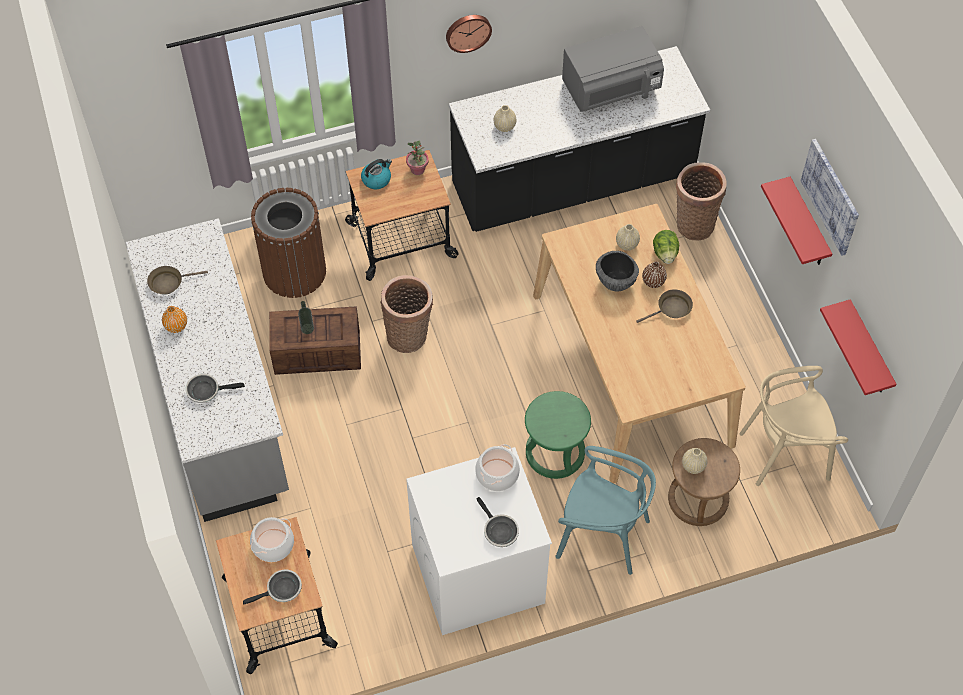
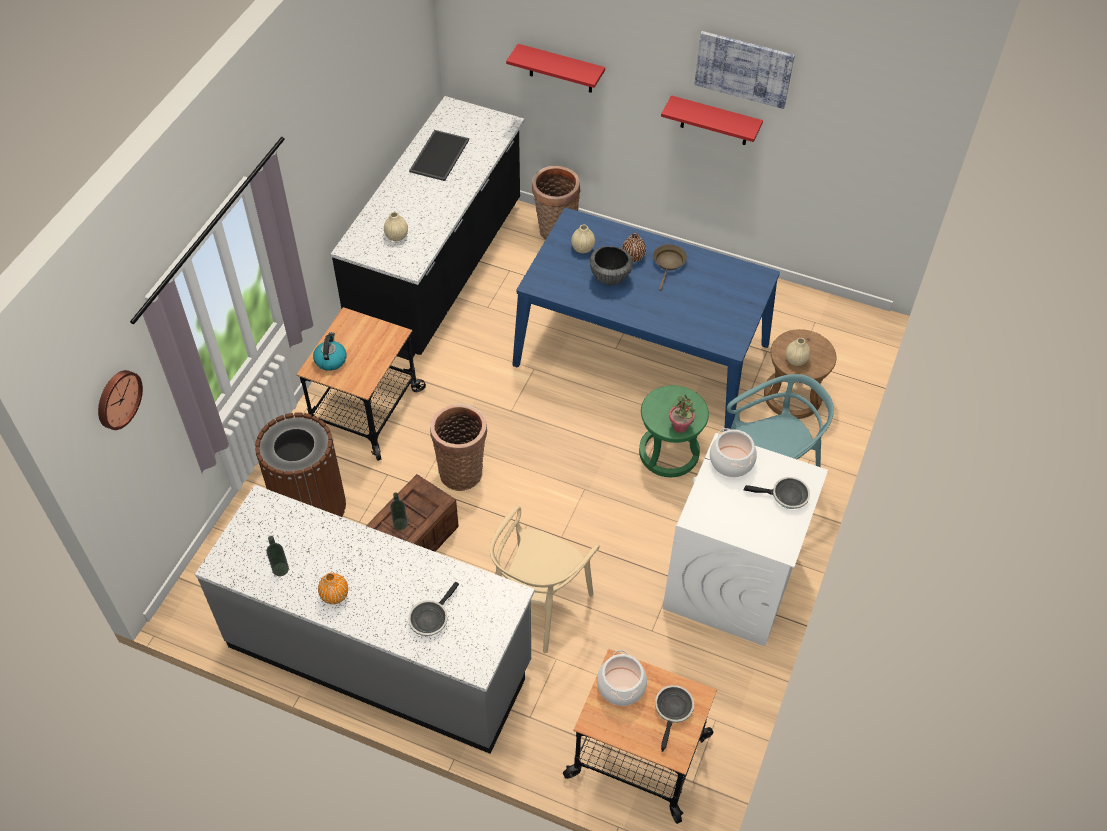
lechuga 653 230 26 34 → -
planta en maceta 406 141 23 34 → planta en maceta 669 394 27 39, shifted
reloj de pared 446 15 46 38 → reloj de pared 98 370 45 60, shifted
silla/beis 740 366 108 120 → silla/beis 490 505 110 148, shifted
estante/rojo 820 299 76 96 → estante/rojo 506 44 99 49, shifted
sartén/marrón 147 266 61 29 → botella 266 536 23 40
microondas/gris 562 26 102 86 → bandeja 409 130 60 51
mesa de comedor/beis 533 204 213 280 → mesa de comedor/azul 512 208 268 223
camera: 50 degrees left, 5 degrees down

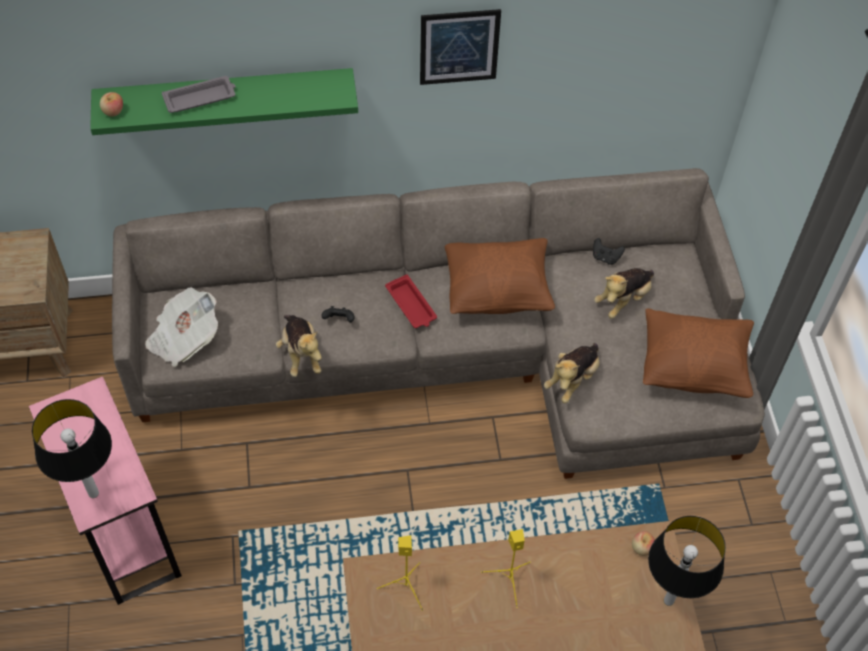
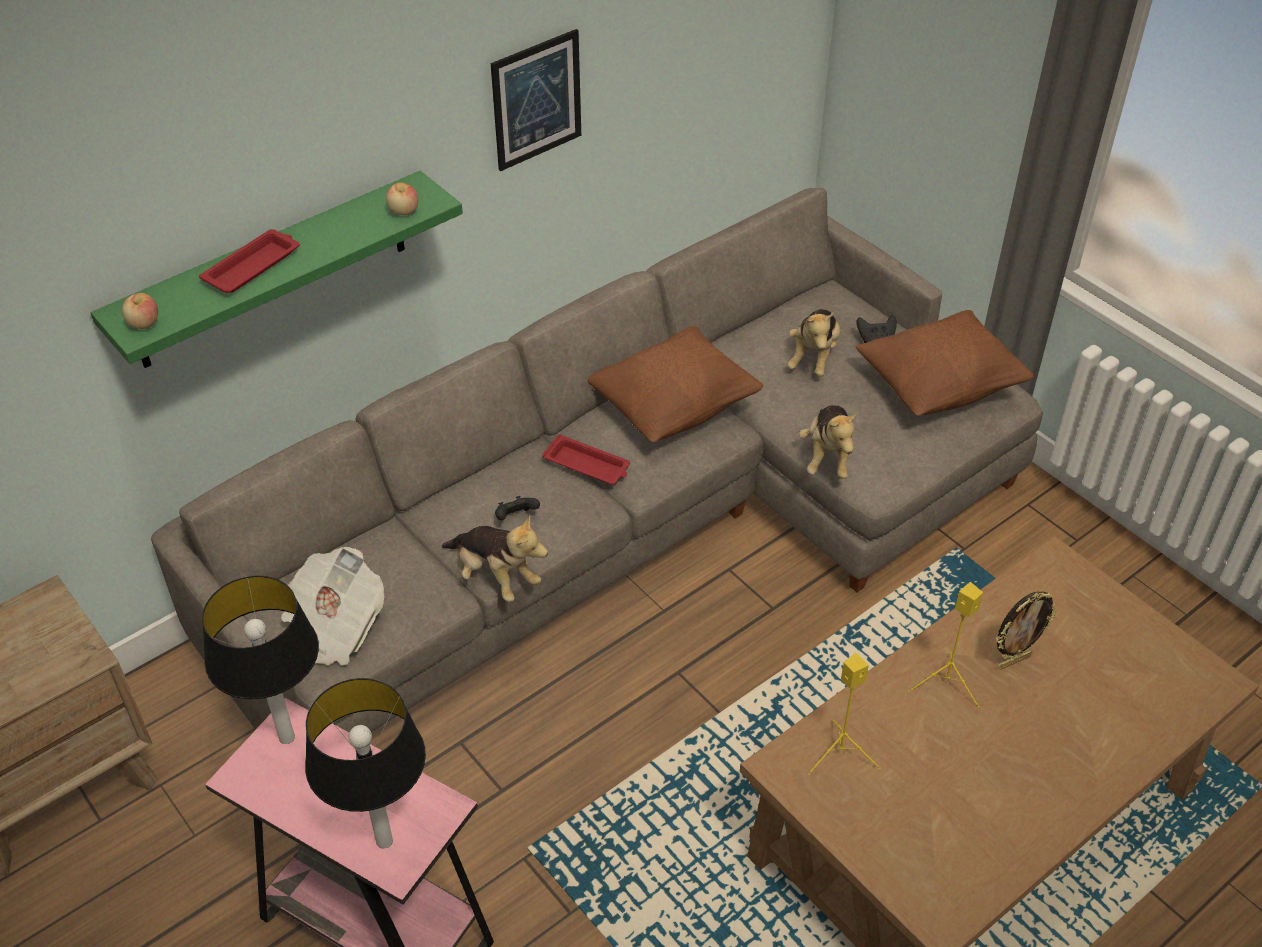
- → portarretratos 996 591 61 79
mando de consola/negro 593 238 32 27 → mando de consola/negro 856 315 41 28, shifted
manzana 632 531 23 25 → manzana 386 183 32 32, shifted
lámpara de mesa 648 516 78 90 → lámpara de mesa 202 576 117 168, shifted
bandeja/gris 162 76 74 37 → bandeja/rojo 199 229 101 64
camera: 30 degrees left, 10 degrees down

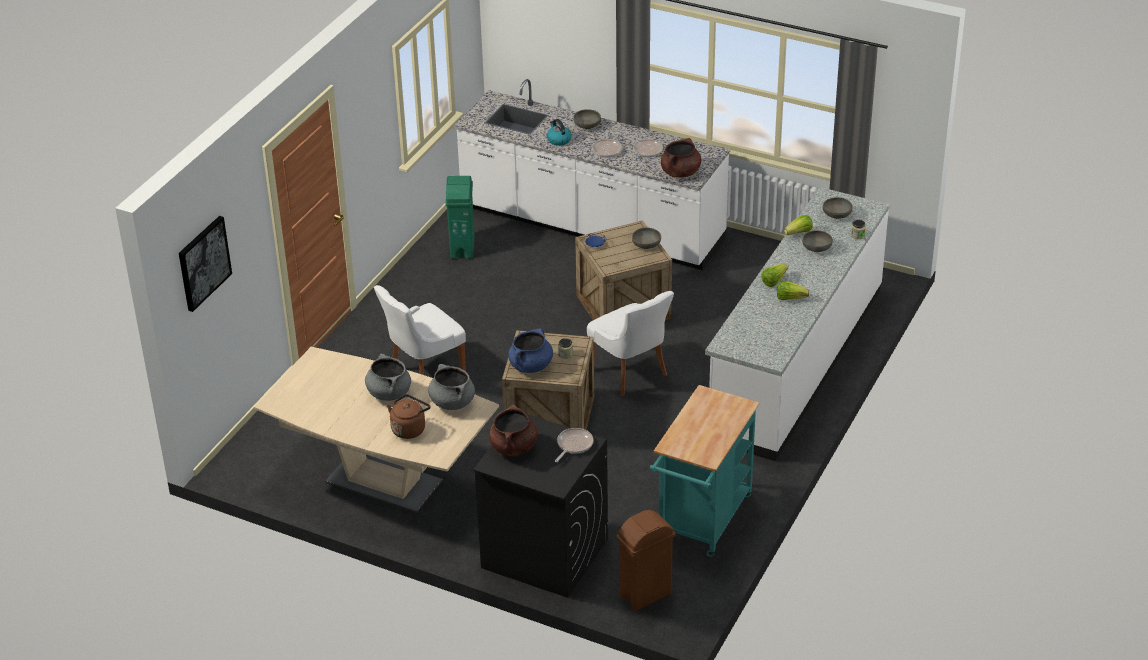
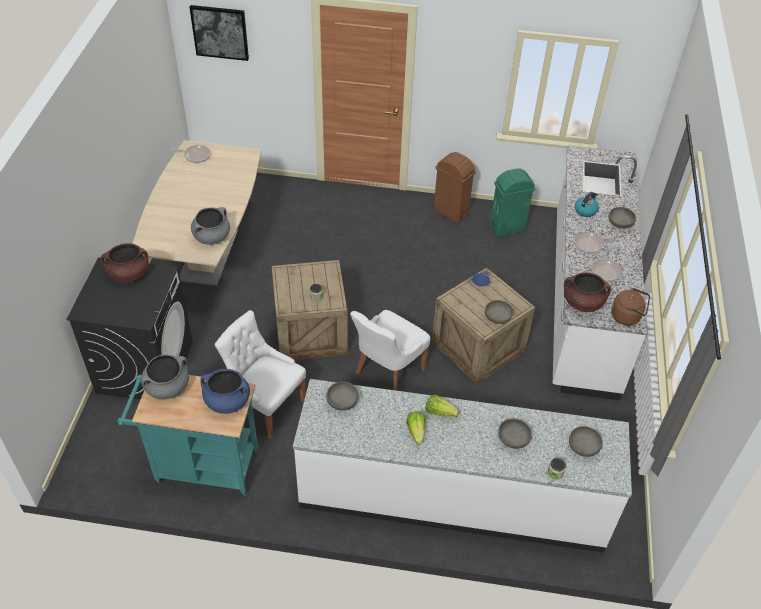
lechuga 784 215 29 20 → -
- → cuenco/gris 326 382 32 29
olla/gris 365 354 46 47 → olla/gris 141 354 48 46, shifted
silla/blanco 374 285 92 90 → silla/blanco 215 310 91 129, shifted
hervidor/marrón 387 394 44 45 → hervidor/marrón 611 288 39 38, shifted
olla/azul 508 329 45 44 → olla/azul 200 369 50 45, shifted
sartén 555 428 39 34 → sartén 171 145 40 18, shifted
papelera/marrón 617 510 58 101 → papelera/marrón 433 152 43 72, shifted
camera: 70 degrees right, 10 degrees up

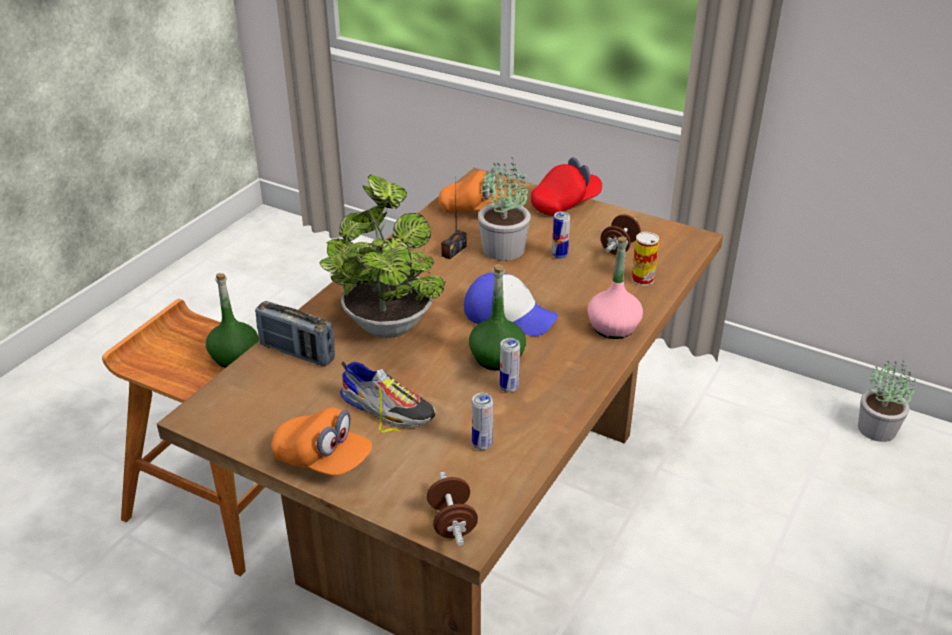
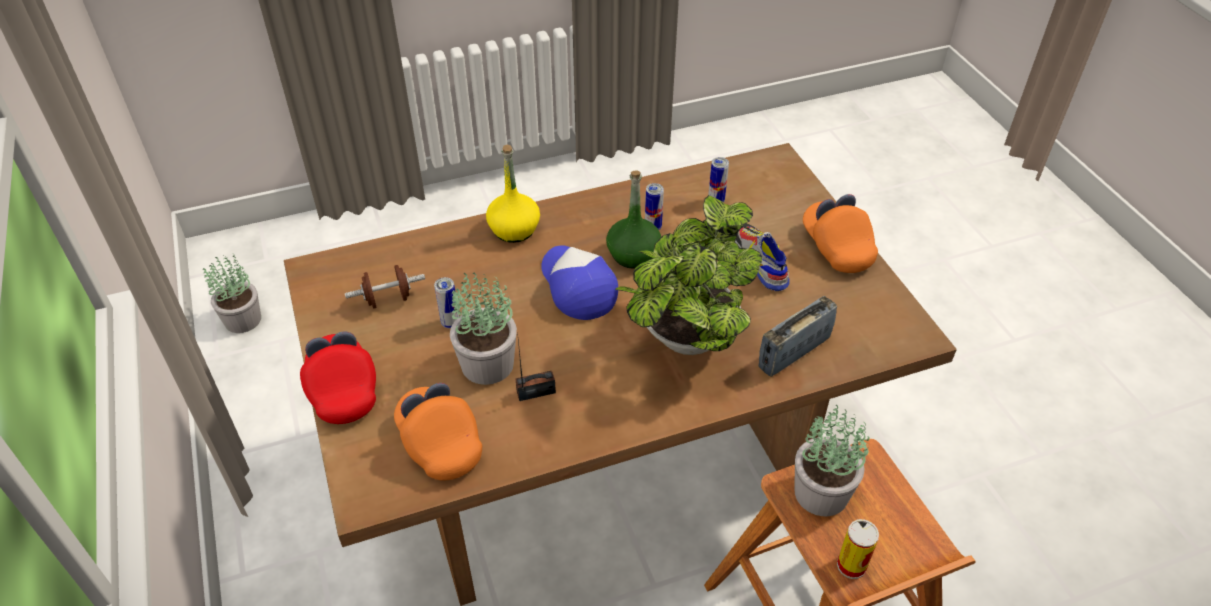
mancuerna/marrón 427 472 51 74 → -
lata 632 232 27 54 → lata 837 519 42 60, shifted
botella/verde 206 273 53 95 → planta en maceta 794 405 76 112
botella/rosa 587 236 56 103 → botella/amarillo 486 144 54 99
radio 255 301 80 65 → radio 758 296 79 81, 105 degrees counterclockwise
gorra/rojo 531 157 71 59 → gorra/rojo 300 331 76 93, 60 degrees clockwise
camera: 140 degrees left, 10 degrees up

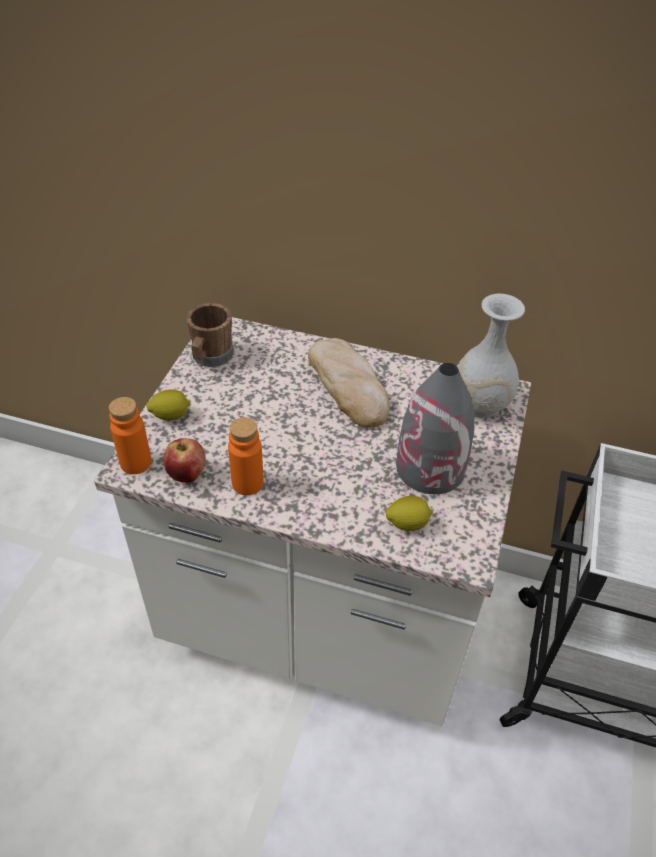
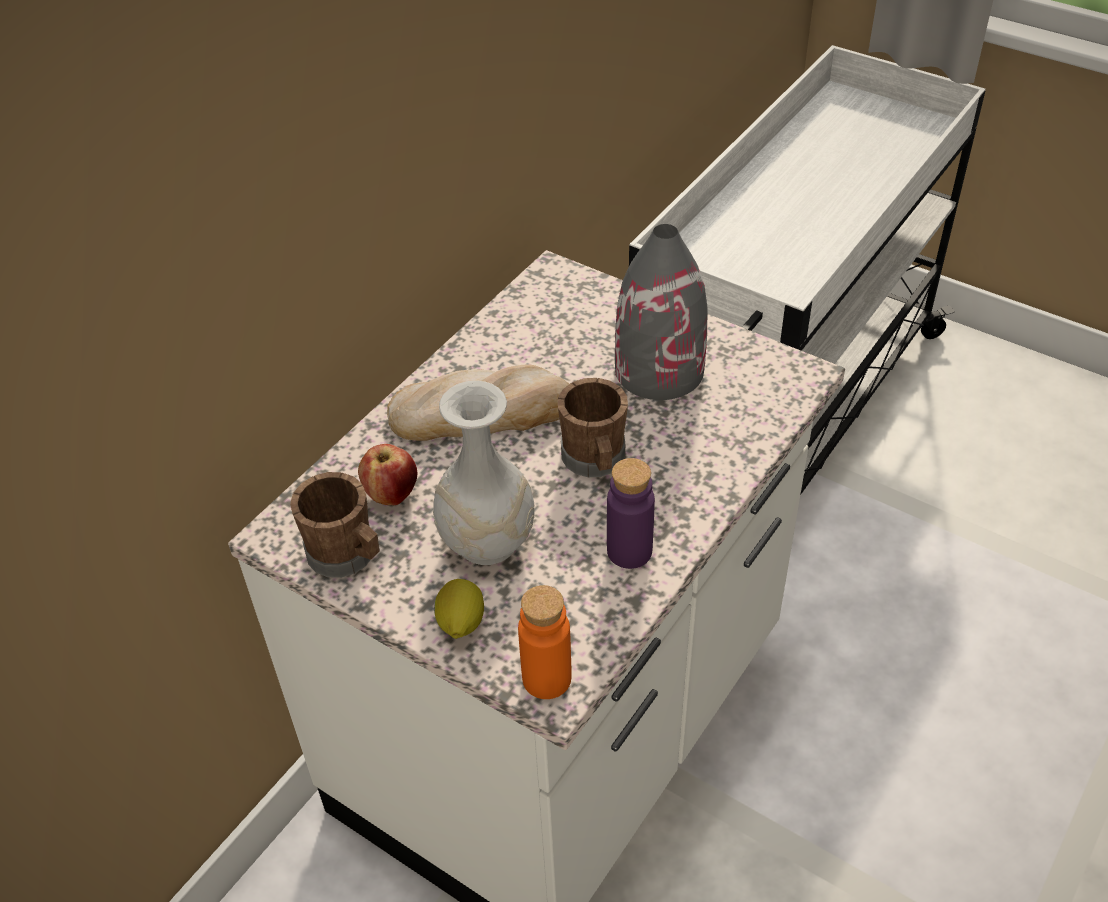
limón 385 496 48 35 → -
- → taza grande/marrón 558 378 70 99
manzana 163 438 43 45 → manzana 358 444 59 61, shifted
florero/blanco 457 294 68 124 → florero/blanco 433 381 102 184, shifted
botella/naranja 228 417 36 78 → botella/morado 607 458 48 111
camera: 70 degrees left, 0 degrees up

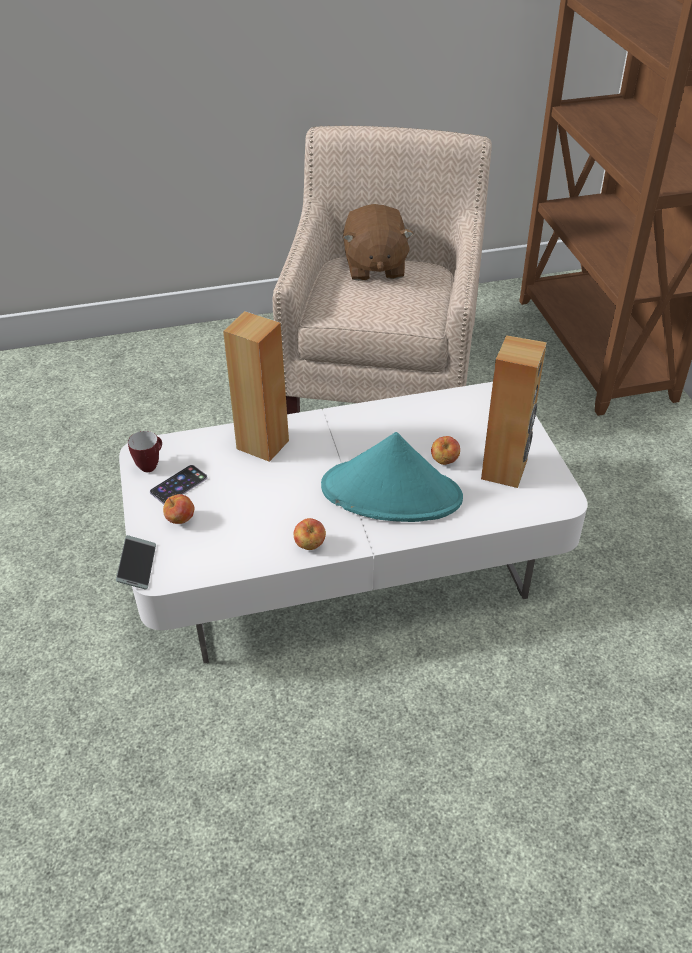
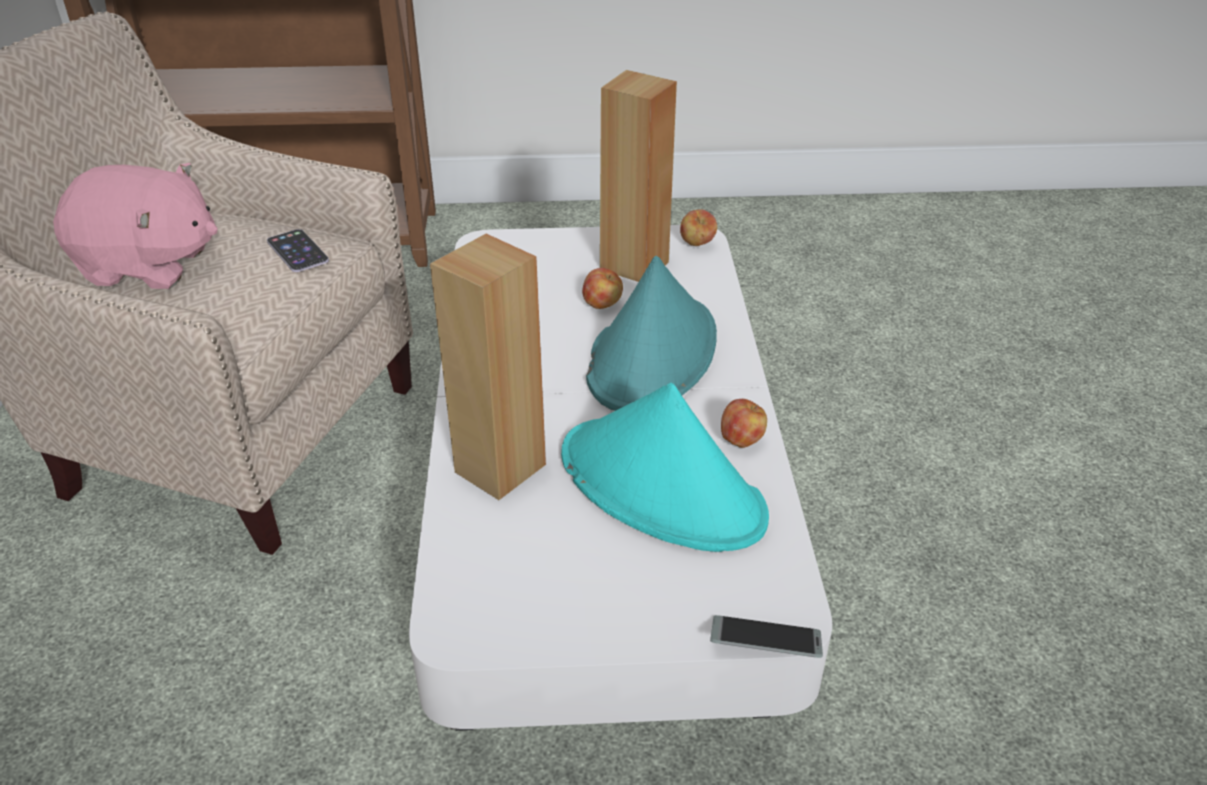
taza grande 128 431 34 41 → -
- → sombrero/turquesa 561 382 208 170
móvil 150 465 58 39 → móvil 267 229 62 43, shifted
manzana 163 494 31 30 → manzana 680 209 37 37, shifted
peluche/marrón 343 204 71 77 → peluche/rosa 53 163 165 126
camera: 80 degrees left, 5 degrees down

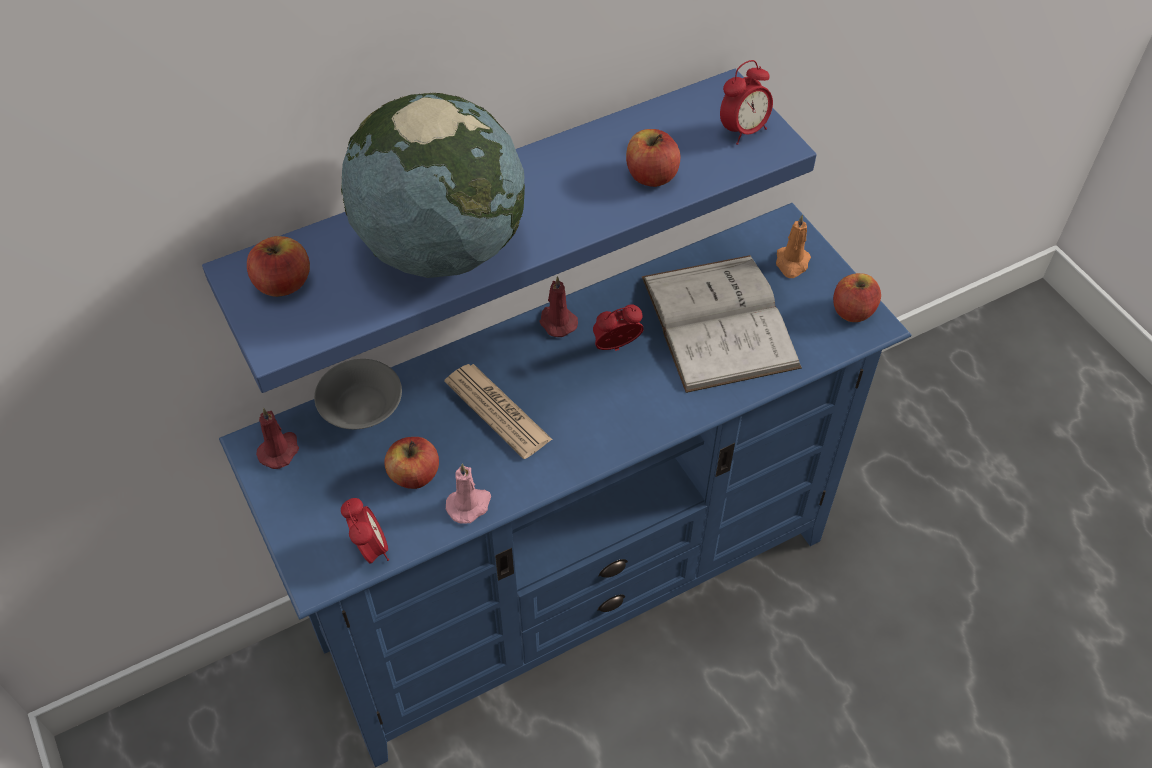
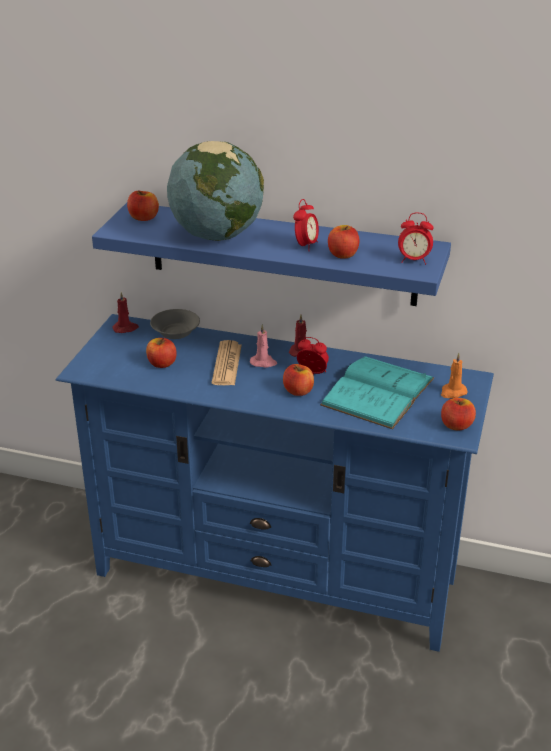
- → manzana 283 364 31 32
despertador 341 498 48 66 → despertador 293 199 26 52, shifted
vela/rosa 446 463 45 61 → vela/rosa 250 324 27 44, shifted
libro/blanco 642 255 160 138 → libro/turquesa 320 356 114 73
camera: 45 degrees right, 20 degrees down

